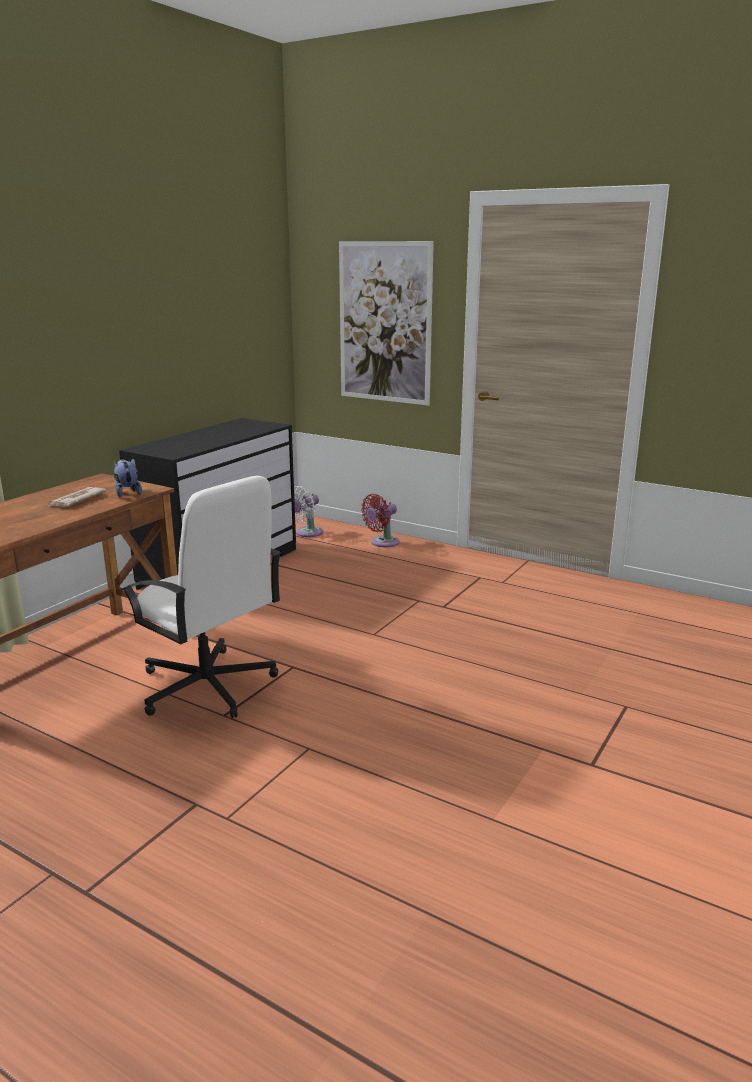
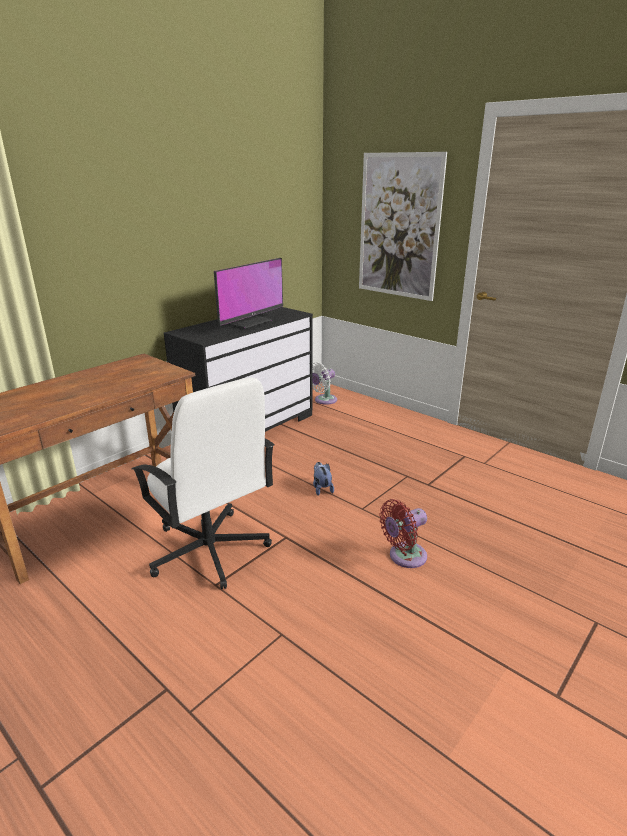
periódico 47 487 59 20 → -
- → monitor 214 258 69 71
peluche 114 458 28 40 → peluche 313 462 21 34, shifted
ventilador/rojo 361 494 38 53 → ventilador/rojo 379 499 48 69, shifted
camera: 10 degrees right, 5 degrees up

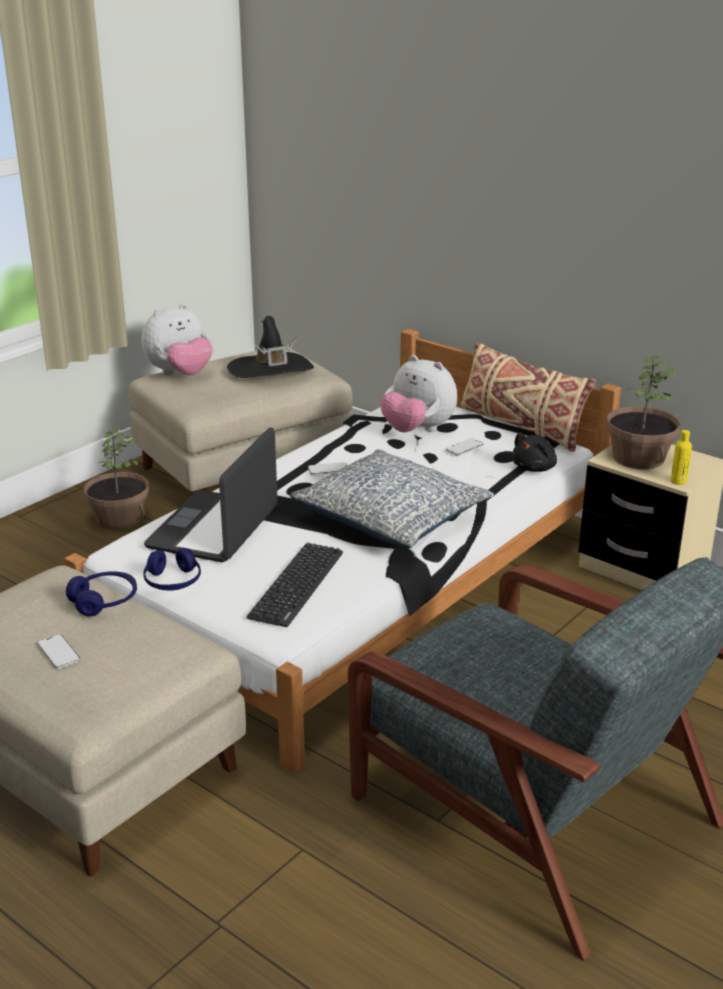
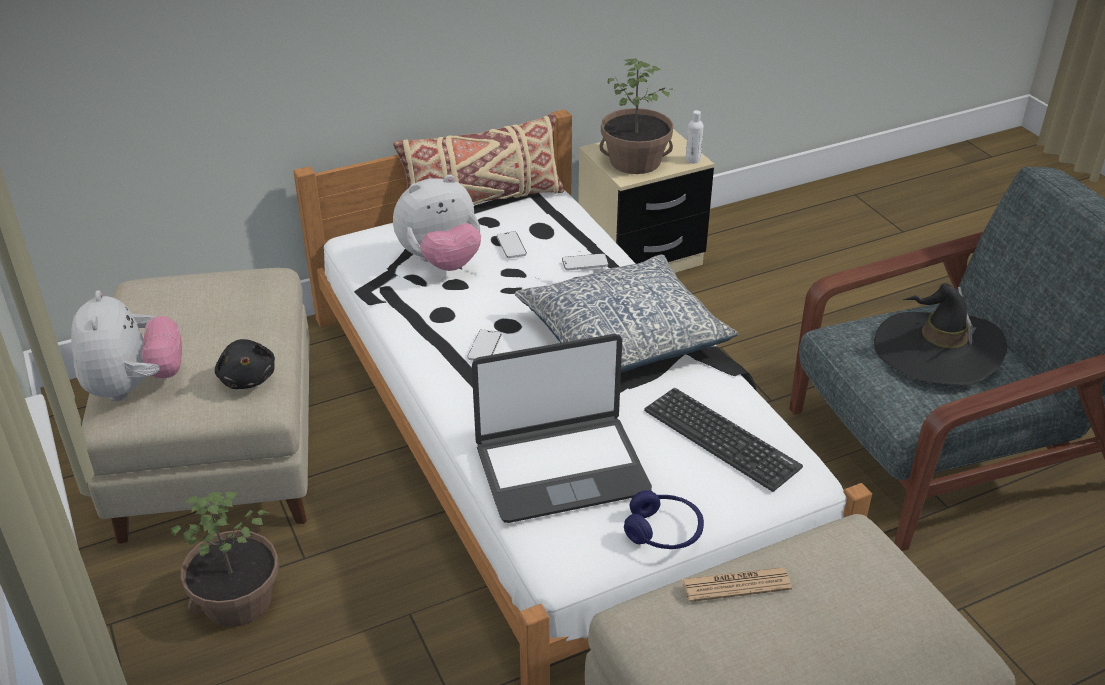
móvil 37 634 43 35 → móvil 562 253 46 17, shifted
sombrero/negro 227 316 87 62 → sombrero/negro 874 283 133 102, shifted
peluche/negro 512 433 45 39 → peluche/negro 215 339 60 50, shifted
auriculares/azul 66 571 71 46 → periódico 682 567 110 35
botella/amarillo 671 430 21 55 → botella/blanco 685 110 18 53
portátil 144 427 134 135 → portátil 472 334 180 189, 60 degrees counterclockwise
camera: 65 degrees left, 10 degrees up

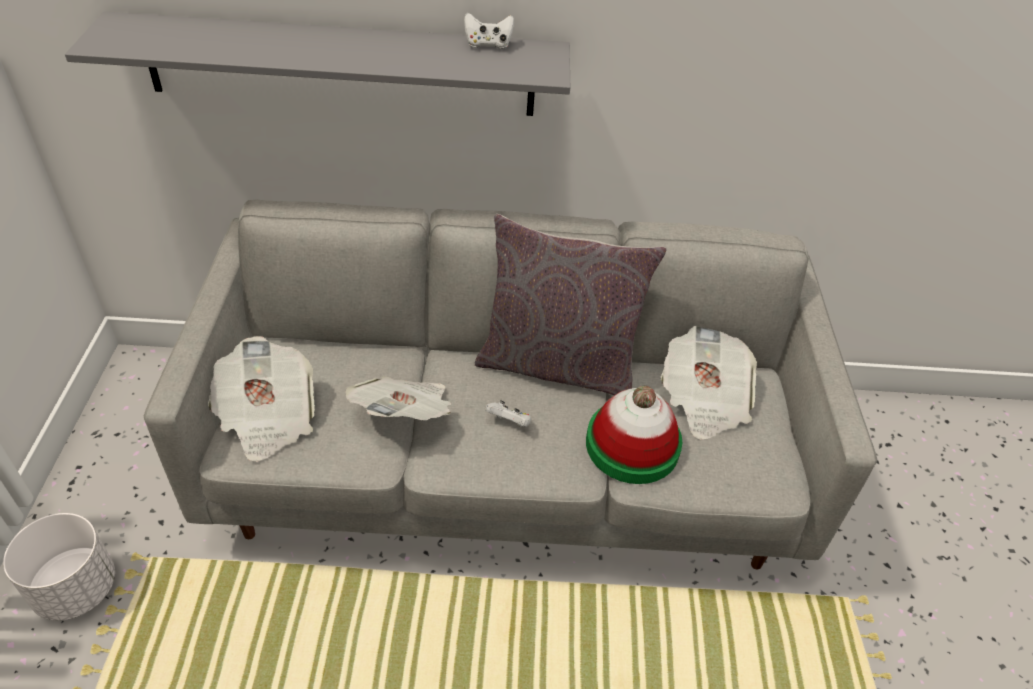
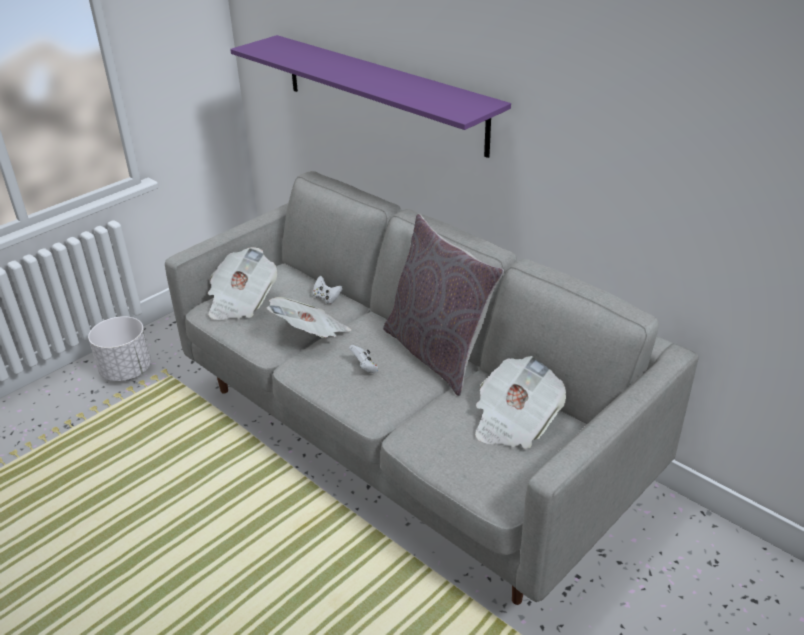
sombrero 586 386 96 98 → -
mando de consola/blanco 464 13 50 36 → mando de consola/blanco 313 276 30 28, shifted
estante/gris 65 11 505 105 → estante/morado 230 35 281 123
camera: 45 degrees right, 10 degrees down

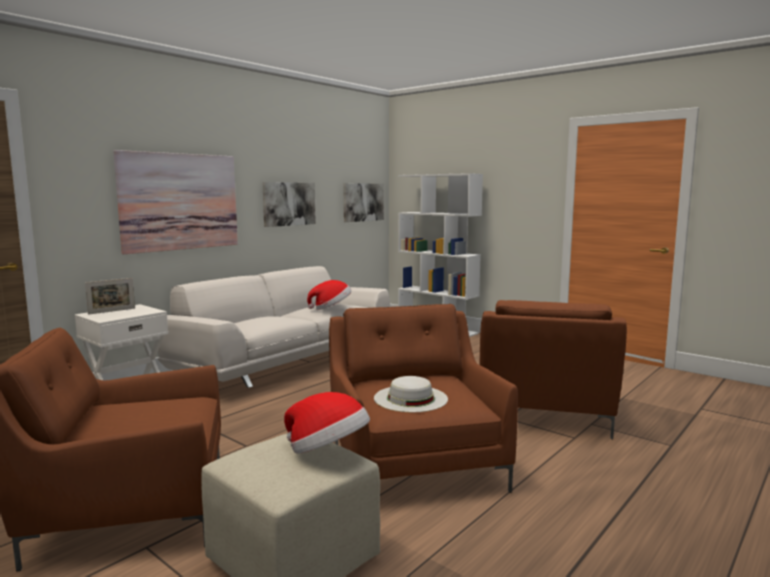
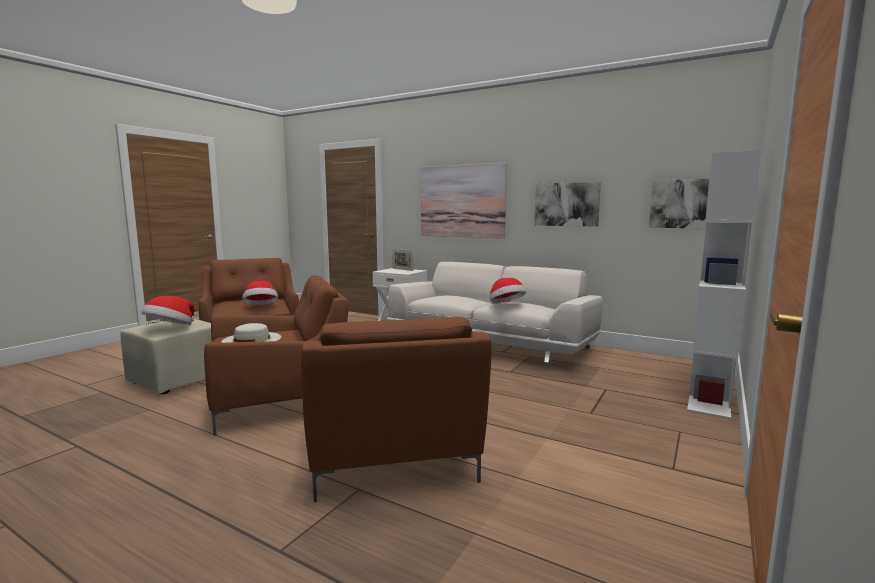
- → sombrero 242 281 36 24
sillón/marrón 480 300 147 139 → sillón/marrón 301 317 191 185, 105 degrees counterclockwise
camera: 80 degrees right, 0 degrees up

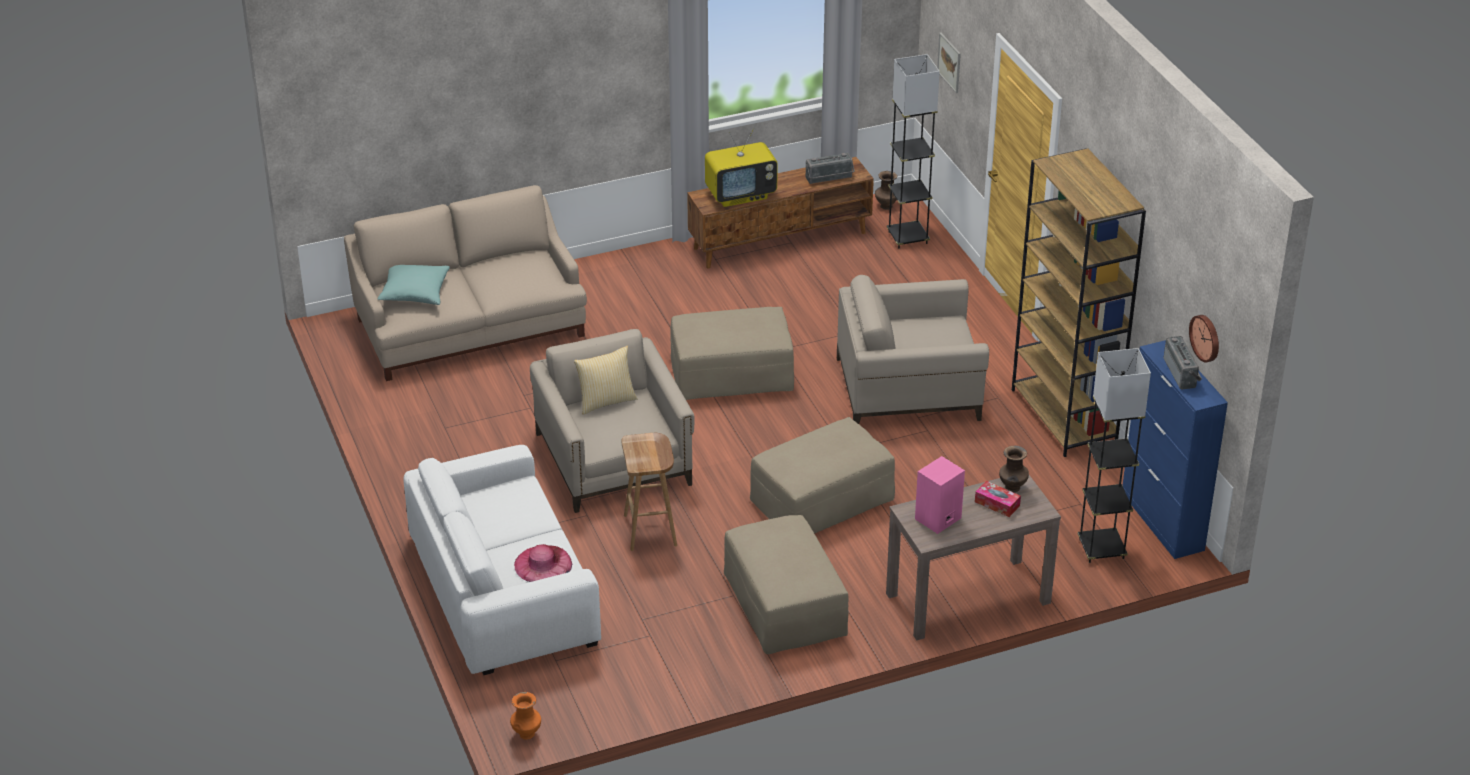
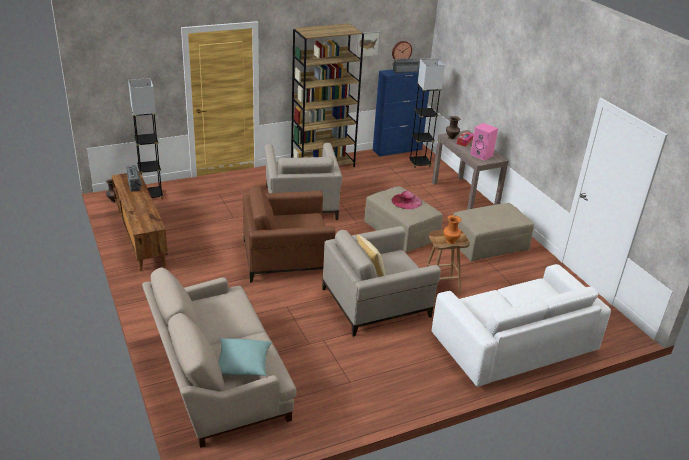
televisor 705 128 73 79 → -
florero/naranja 510 692 31 48 → florero/naranja 443 215 18 29, shifted
sombrero/rosa 514 544 58 38 → sombrero/rosa 392 191 30 18, shifted
cuadro 937 32 24 61 → cuadro 356 31 24 27, shifted
puf/beis 670 307 124 93 → sillón/marrón 243 186 92 97
camera: 95 degrees left, 5 degrees down

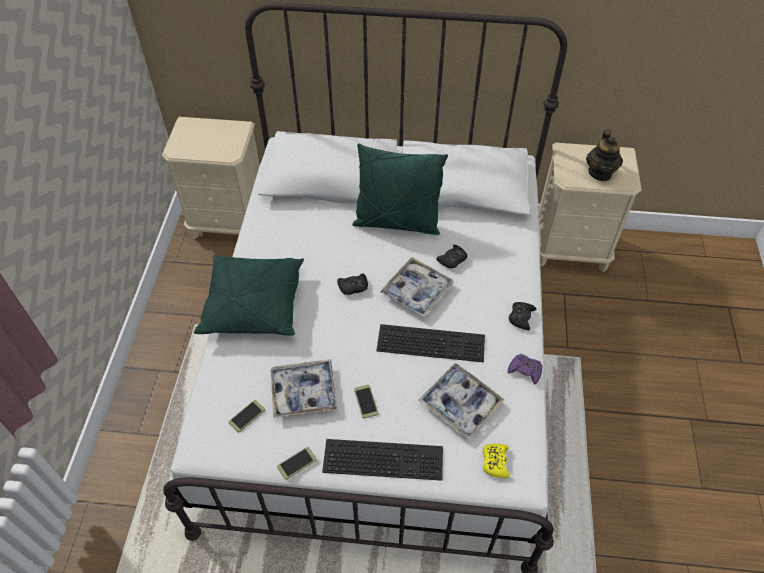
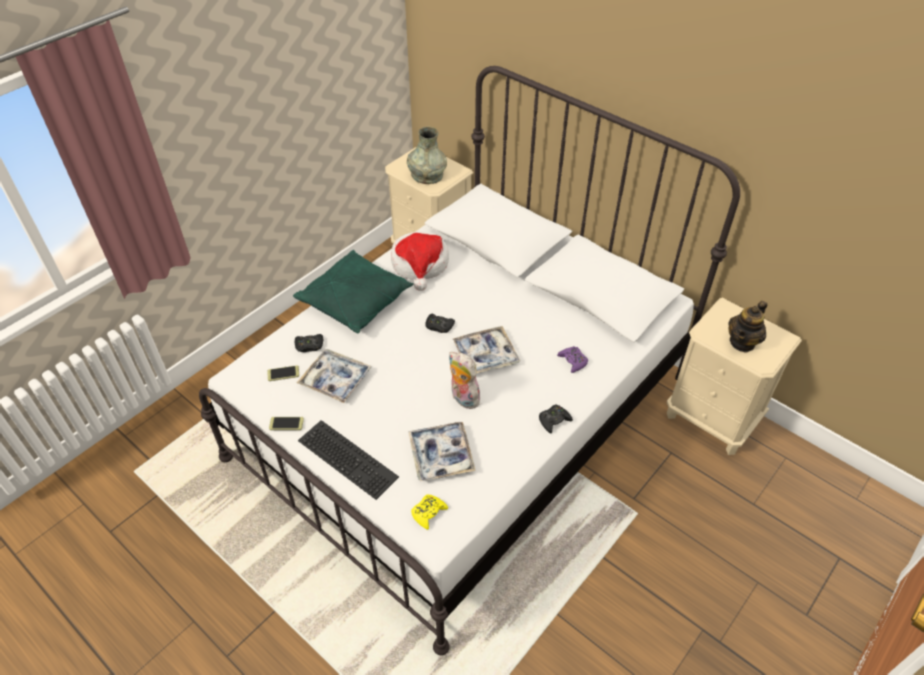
cojín/verde 352 144 96 91 → -
móvil 354 385 24 34 → -
- → sombrero 391 231 58 60
- → florero/gris 407 127 40 57
mando de consola/negro 436 245 32 23 → mando de consola/negro 295 334 28 18, shifted
mando de consola/morado 508 354 34 31 → mando de consola/morado 557 346 31 27, shifted
teclado 376 324 109 38 → peluche 449 352 34 57
camera: 35 degrees right, 5 degrees down

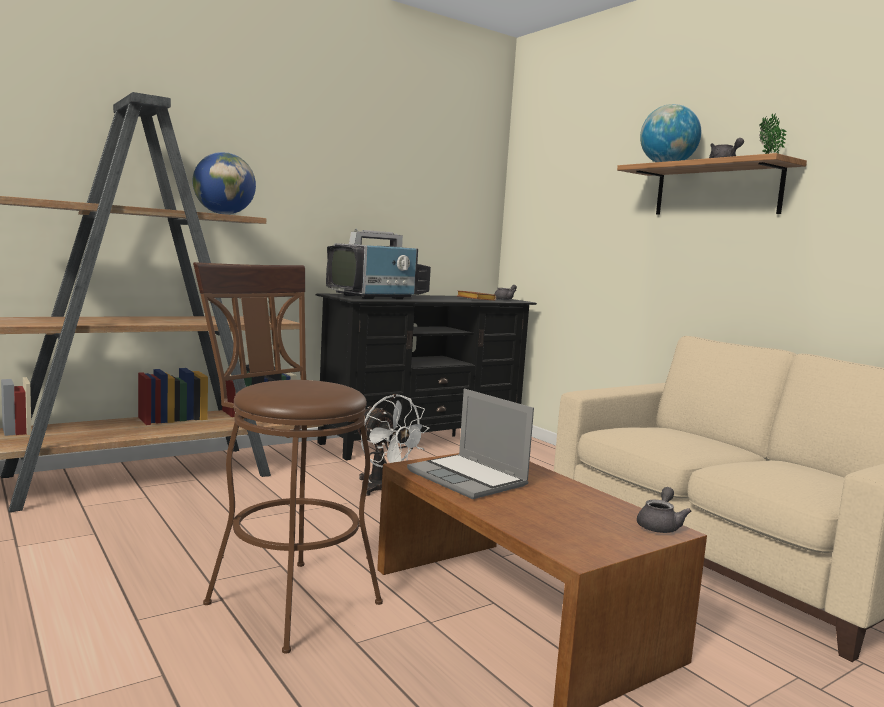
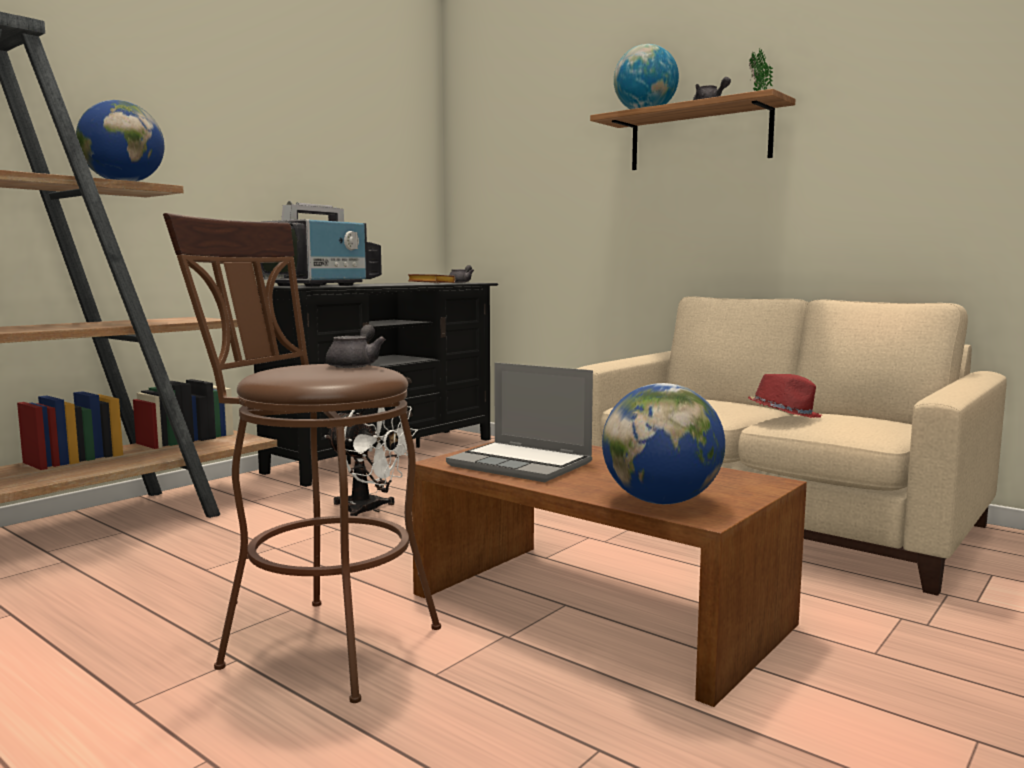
- → globo terráqueo 602 383 123 121
- → sombrero/rojo 748 374 74 44
tetera/gris 637 487 55 46 → tetera/gris 326 325 60 43, shifted
camera: 15 degrees left, 0 degrees up

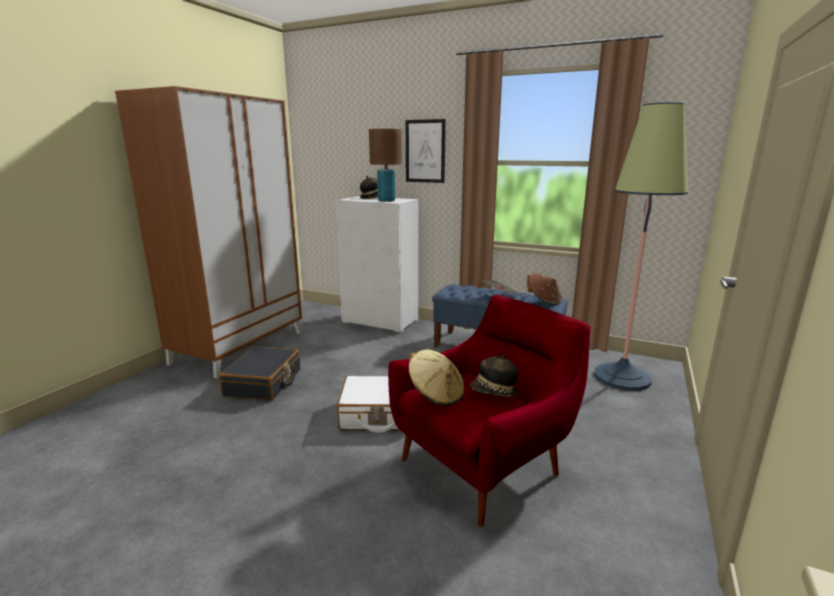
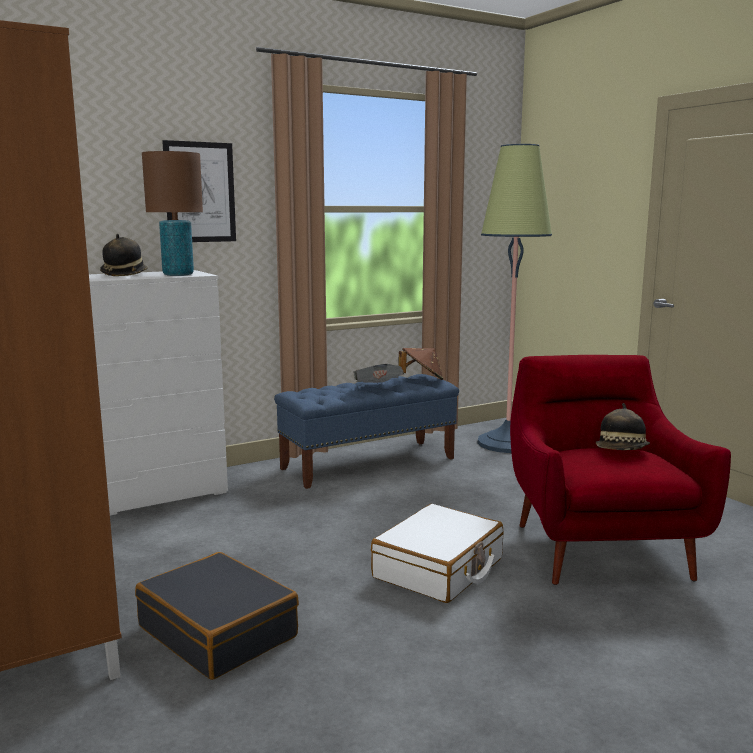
sombrero/beis 408 349 56 57 → -
camera: 55 degrees left, 5 degrees down

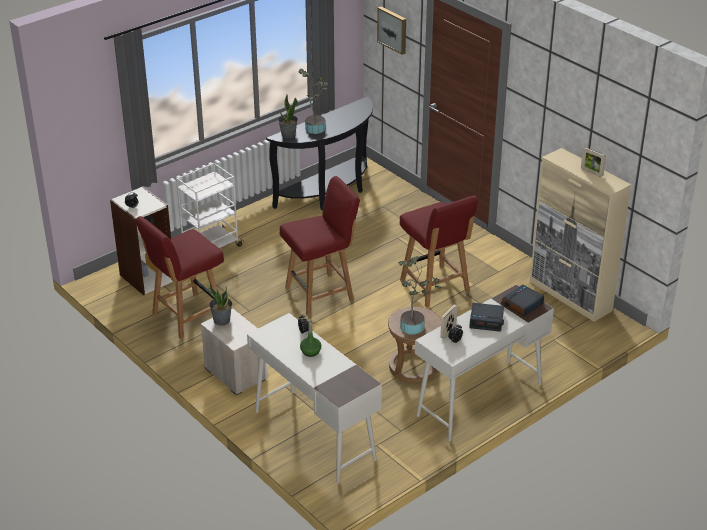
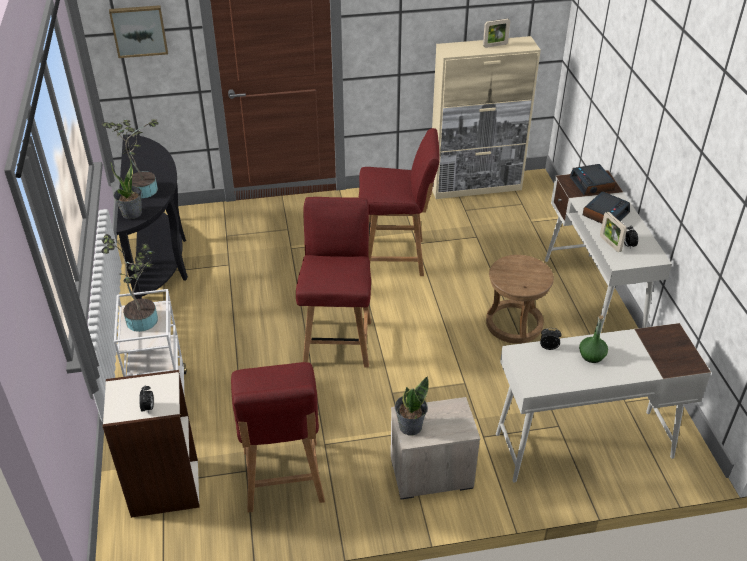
planta en maceta 399 256 42 79 → planta en maceta 101 234 57 98, shifted
camera: 60 degrees left, 5 degrees up

